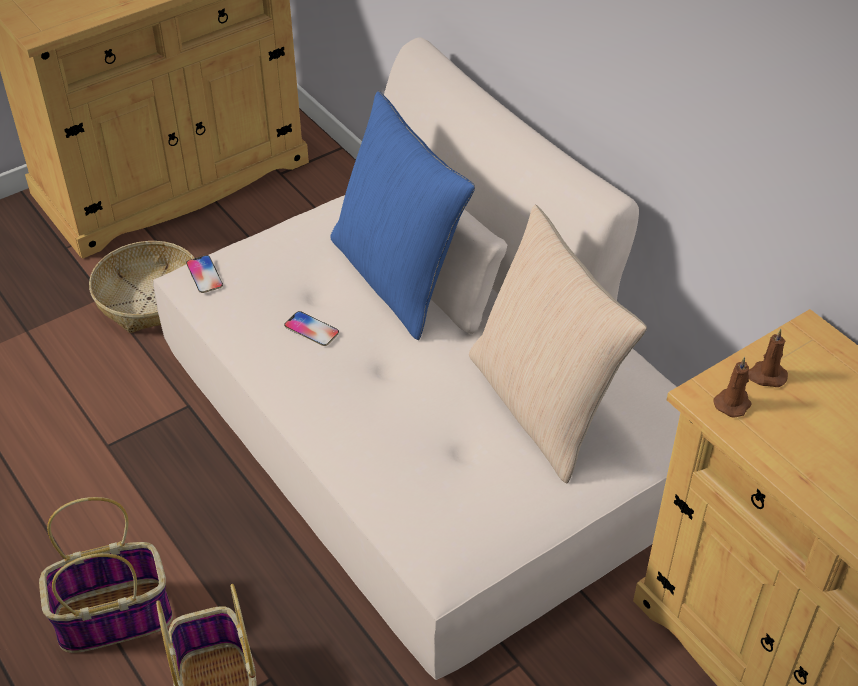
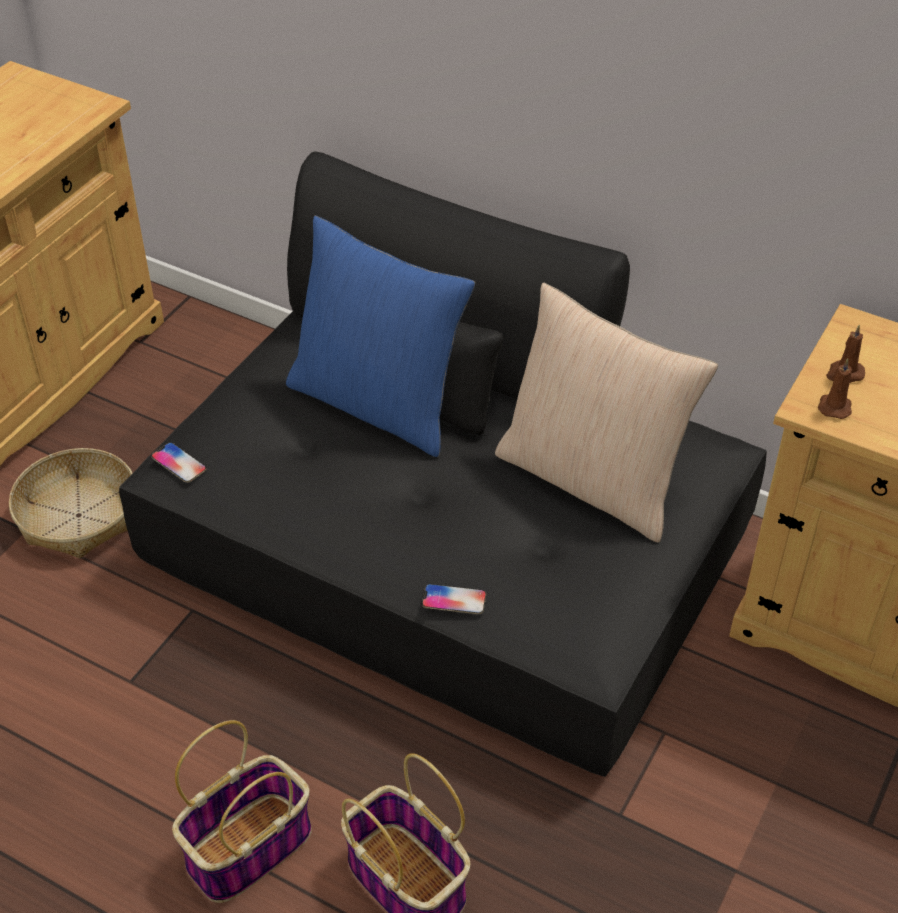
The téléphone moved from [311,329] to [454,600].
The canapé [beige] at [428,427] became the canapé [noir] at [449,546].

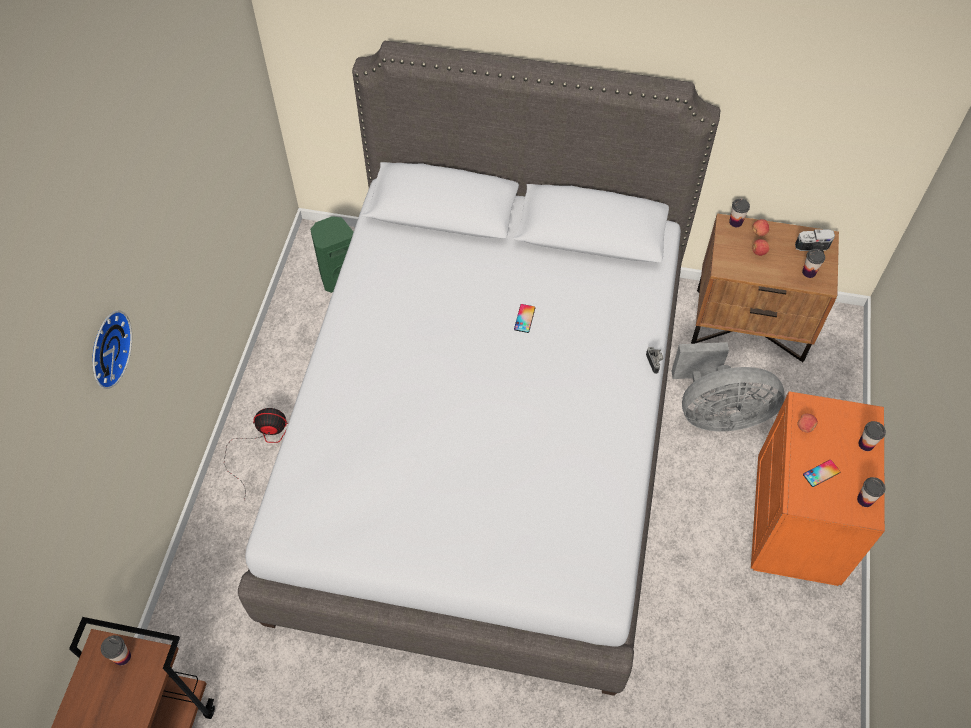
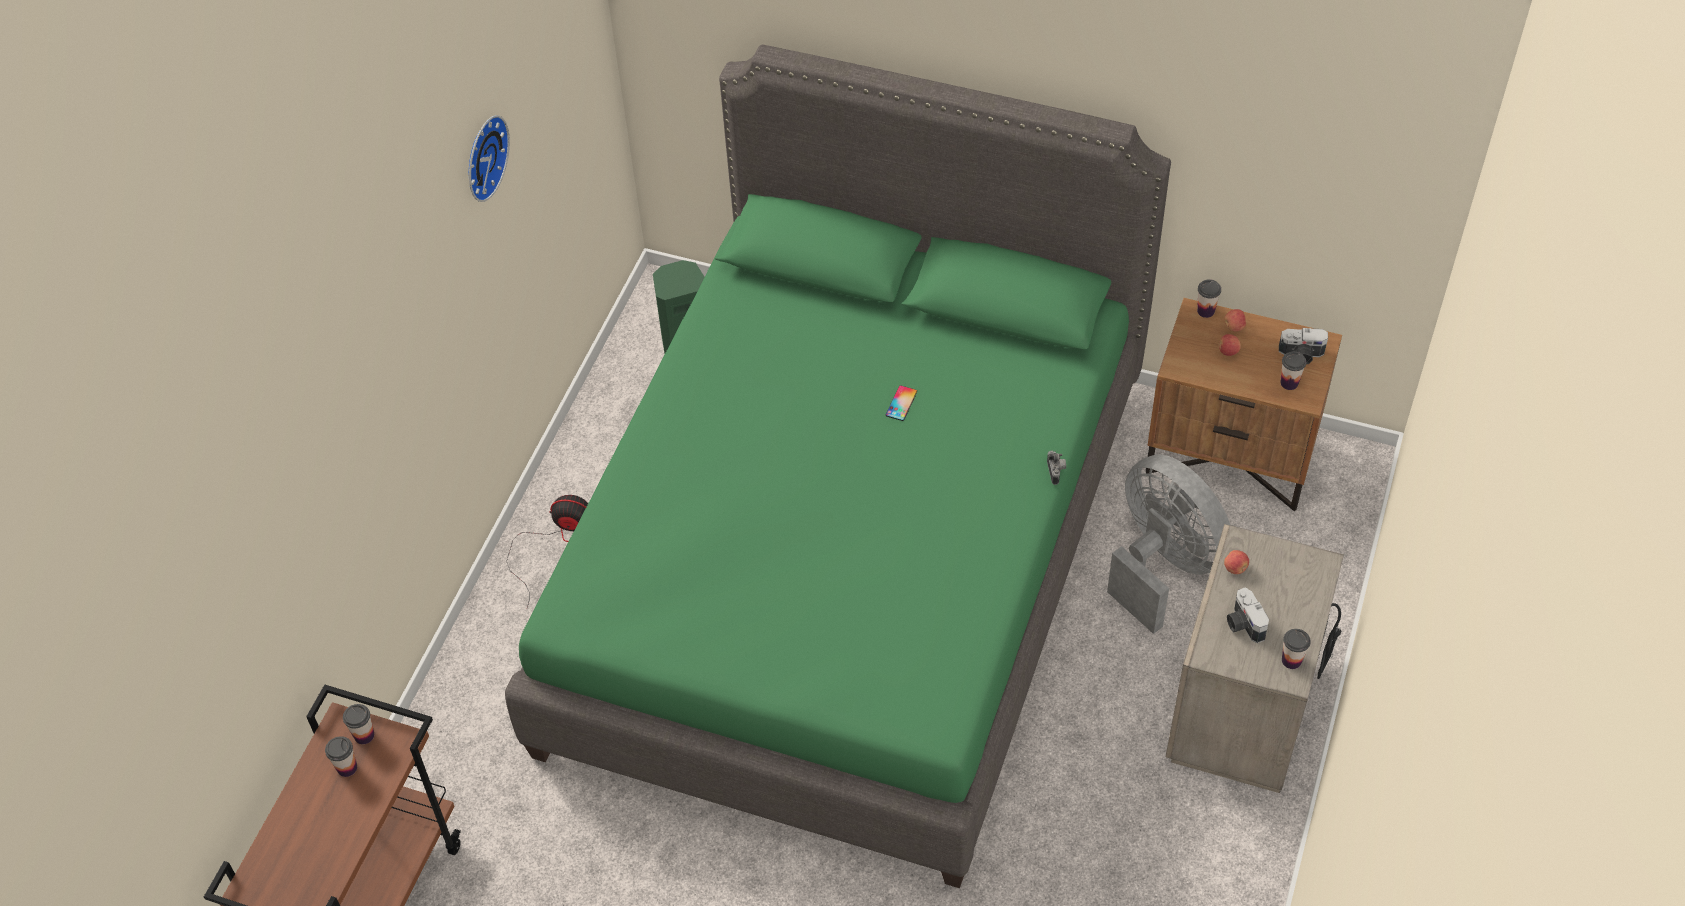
The horloge murale moved from [106,348] to [482,157].
The tasse moved from [866,444] to [347,767].
The téléphone at [821,473] was replaced by the appareil photo at [1243,624].
The lit [gris] at [484,437] became the lit [vert] at [846,563].
The table de chevet [orange] at [798,522] became the table de chevet [beige] at [1243,710].
The ventilateur [gris] at [717,413] turned 135 degrees counterclockwise.

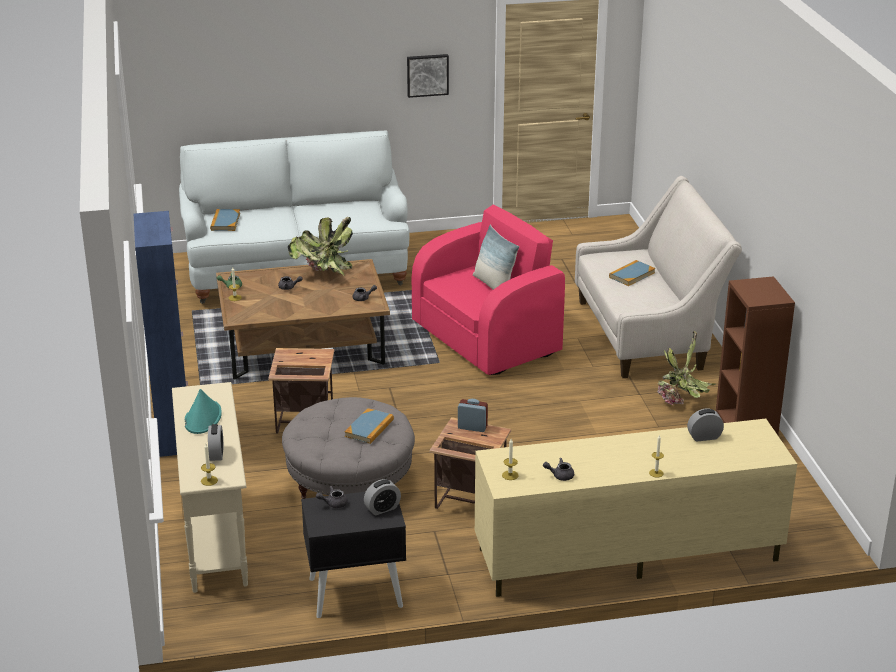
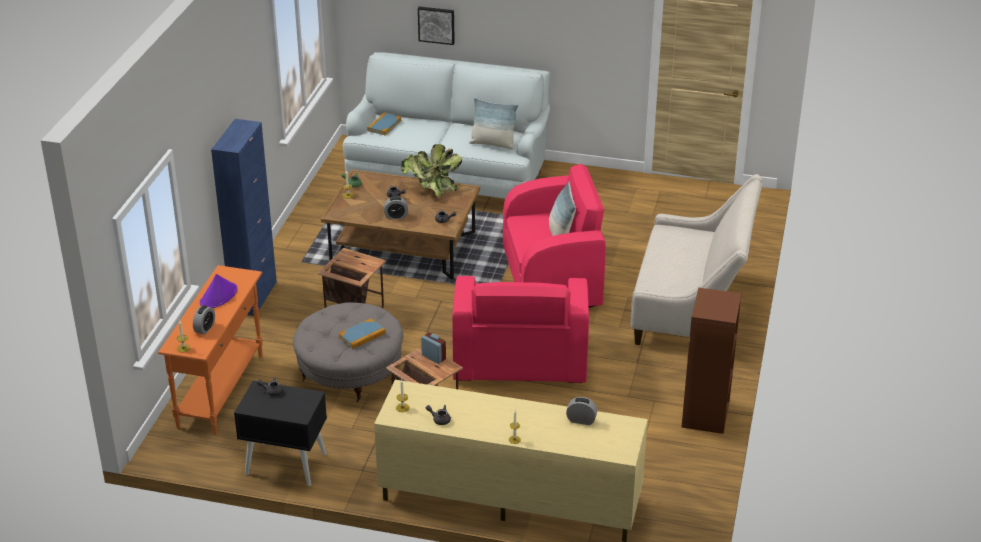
The livre at [632,275] disappeared.
The plante en pot at [683,402] disappeared.
The fauteuil [rose] at [519,360] appeared.
The coussin at [493,144] appeared.
The réveil moved from [382,509] to [396,216].
The tableau moved from [427,75] to [436,24].
The table console [beige] at [215,539] became the table console [orange] at [221,390].
The chapeau [turquoise] at [203,418] became the chapeau [violet] at [218,296].

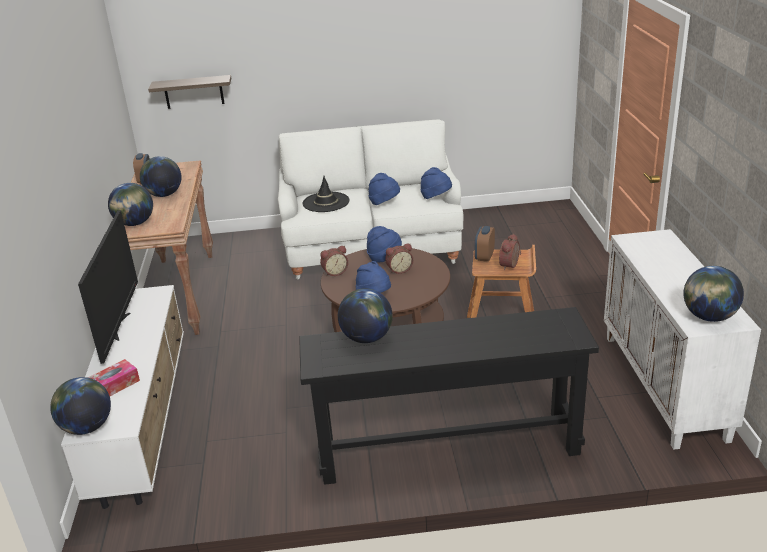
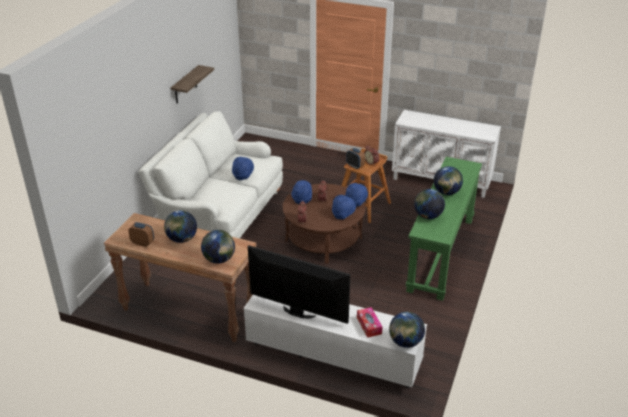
The chapeau [noir] at [326,202] disappeared.
The étagère moved from [193,92] to [185,85].
The chapeau [bleu] moved from [436,197] to [356,203].
The globe moved from [709,317] to [446,192].
The table console [noir] at [447,447] became the table console [vert] at [441,254].

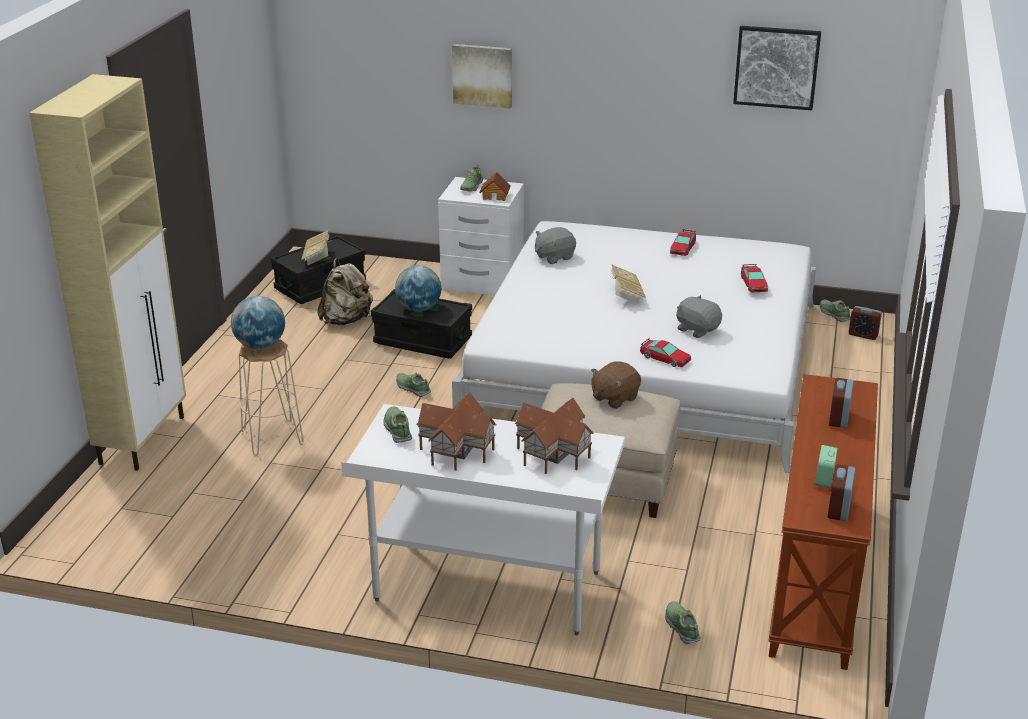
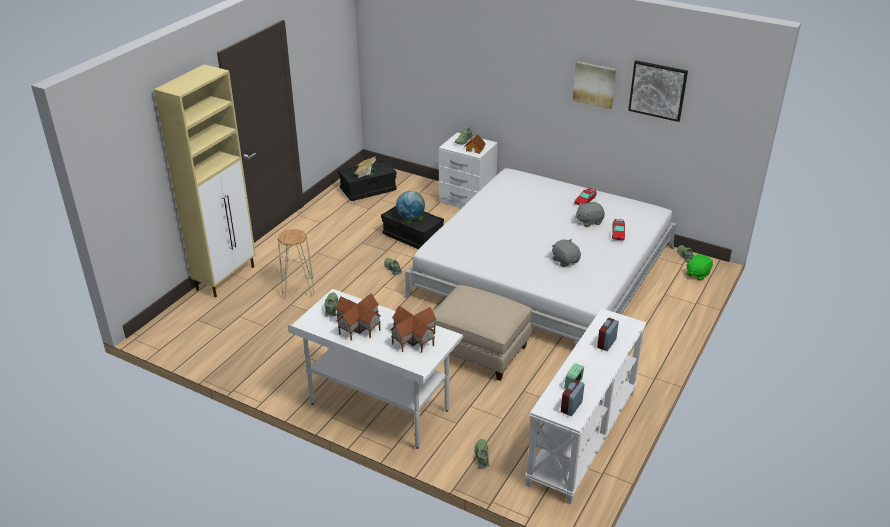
The globe at [260,345] disappeared.
The sac à dos [beige] at [346,320] disappeared.
The peluche [marron] at [614,398] disappeared.
The livre at [626,295] disappeared.
The petite voiture at [664,358] disappeared.
The tableau moved from [482,75] to [594,84].
The peluche [gris] moved from [554,257] to [589,221].
The réveil at [863,335] was replaced by the peluche [vert] at [697,274].
The table console [marron] at [818,575] became the table console [blanc] at [583,437].

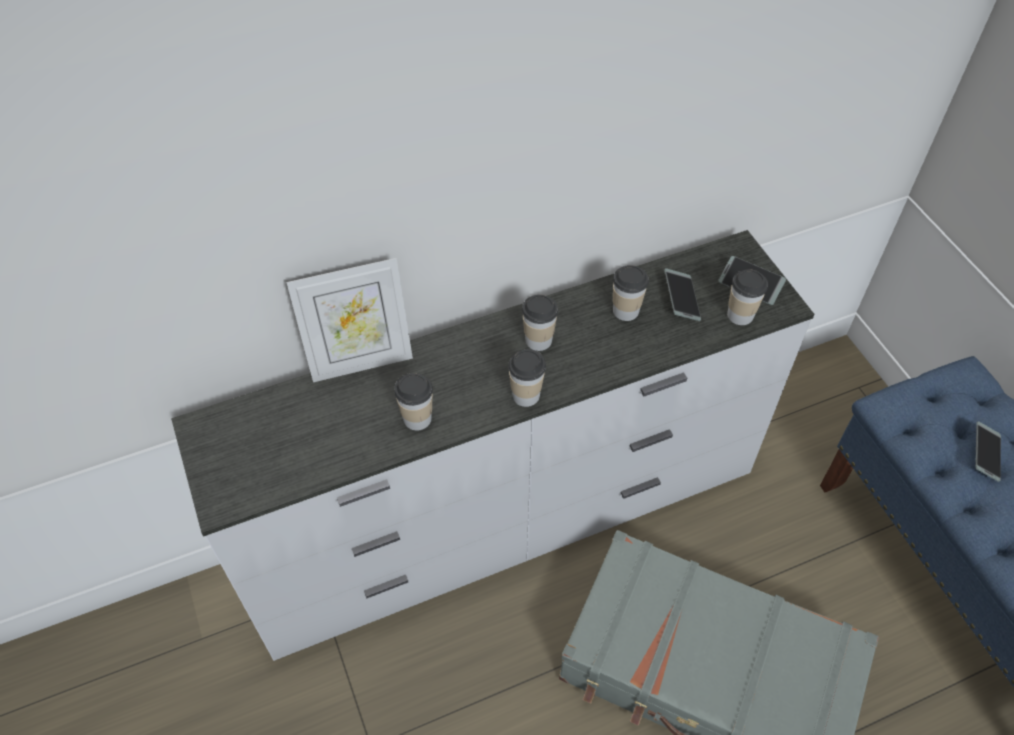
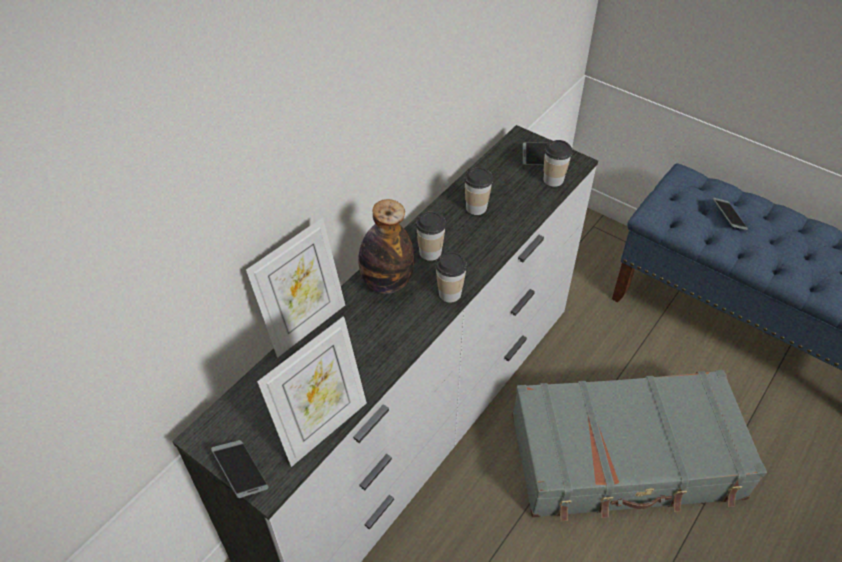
The tasse at [417,418] disappeared.
The cadre photo at [323,427] appeared.
The bouteille at [387,282] appeared.
The téléphone moved from [681,299] to [240,471].

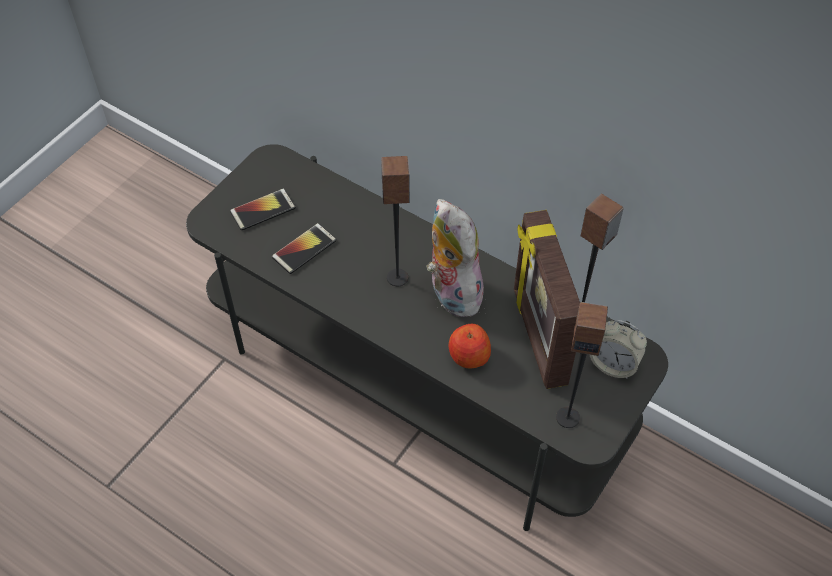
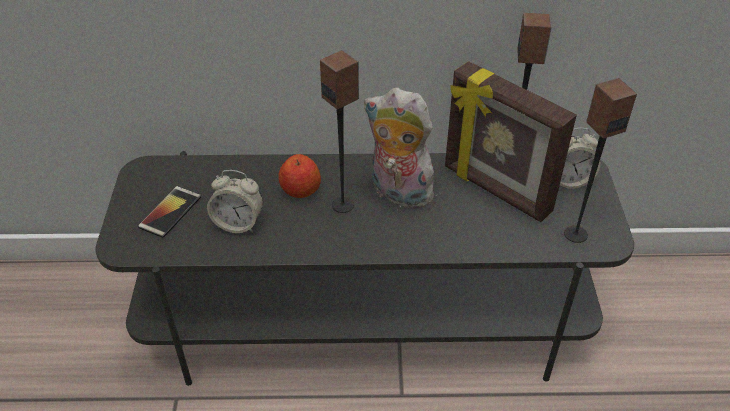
The pomme moved from [468,356] to [300,190].
The téléphone at [304,249] was replaced by the réveil at [238,223].

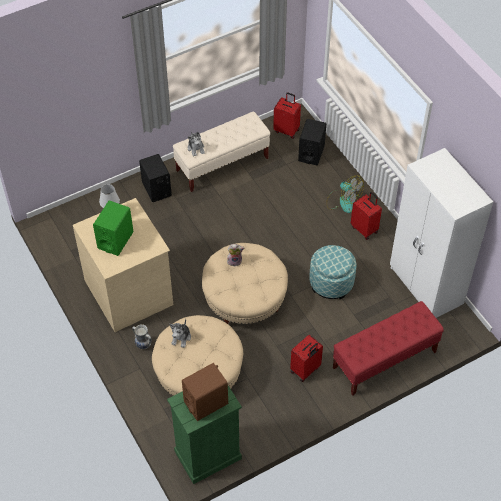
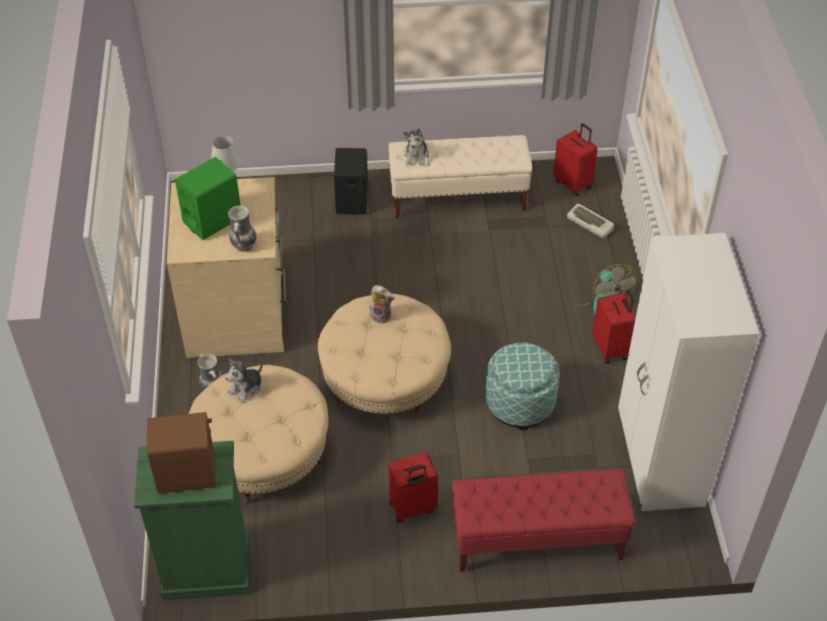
The vase at [243,245] appeared.
The enceinte [noir] at [311,153] was replaced by the clavier at [591,223].

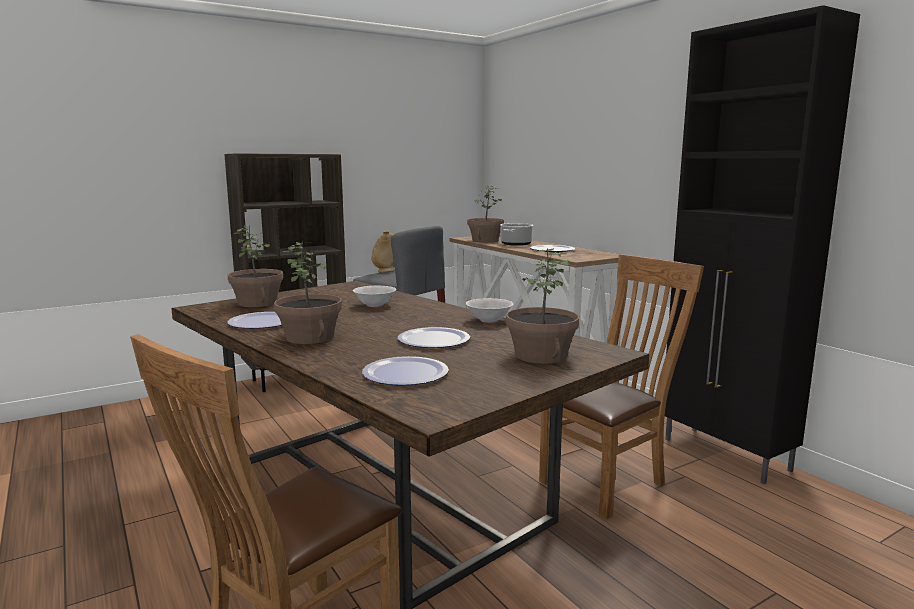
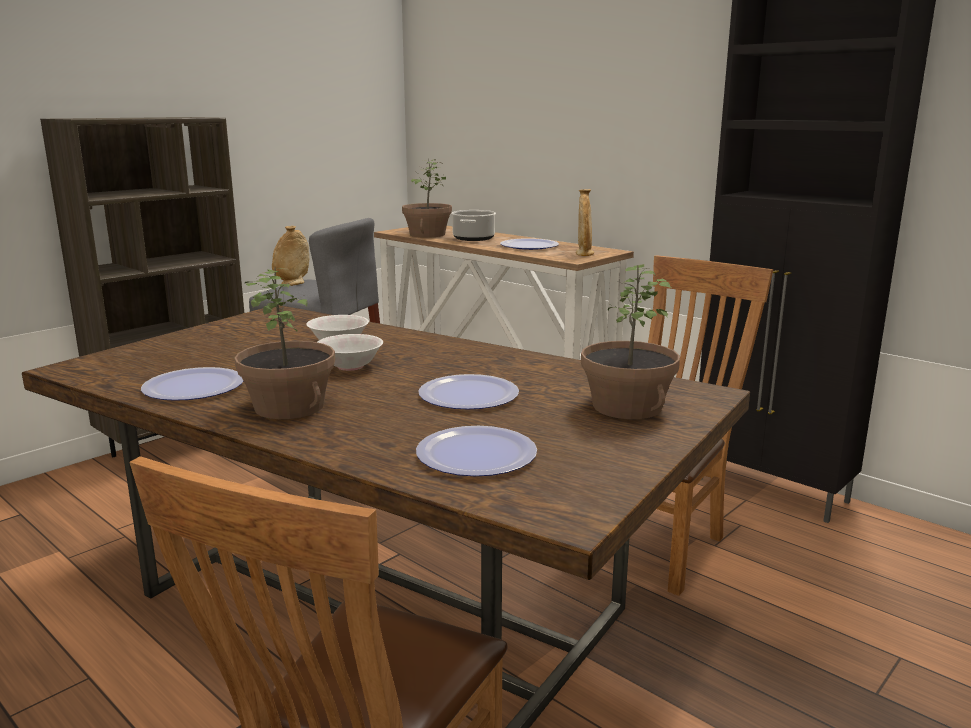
The plante en pot at [258,303] disappeared.
The vase [beige] at [584,254] appeared.
The bol [blanc] moved from [489,320] to [350,366].

